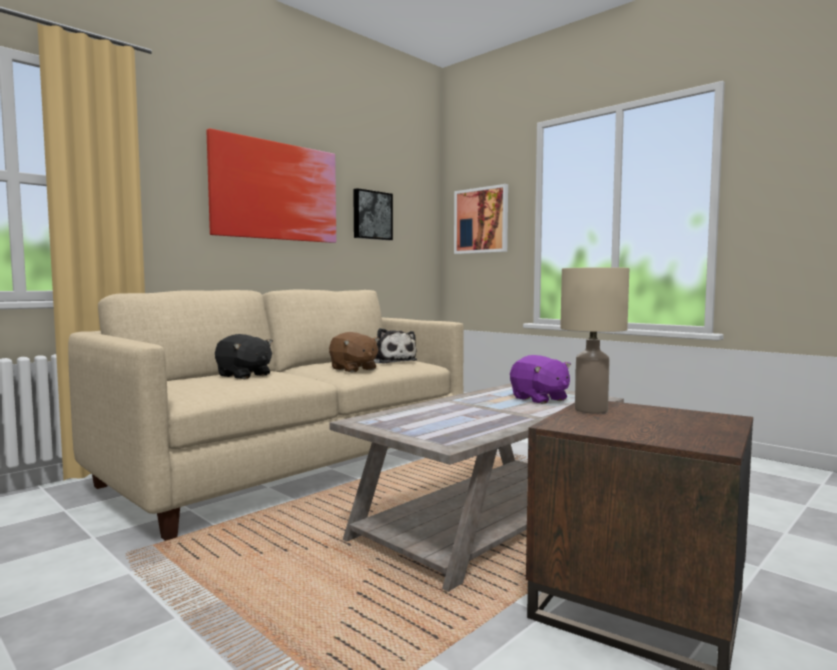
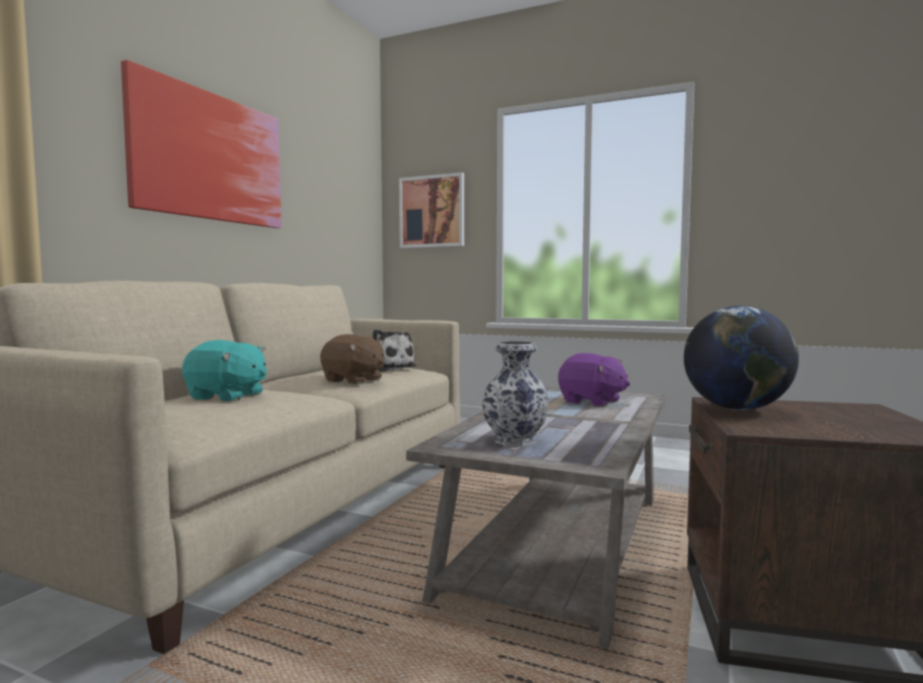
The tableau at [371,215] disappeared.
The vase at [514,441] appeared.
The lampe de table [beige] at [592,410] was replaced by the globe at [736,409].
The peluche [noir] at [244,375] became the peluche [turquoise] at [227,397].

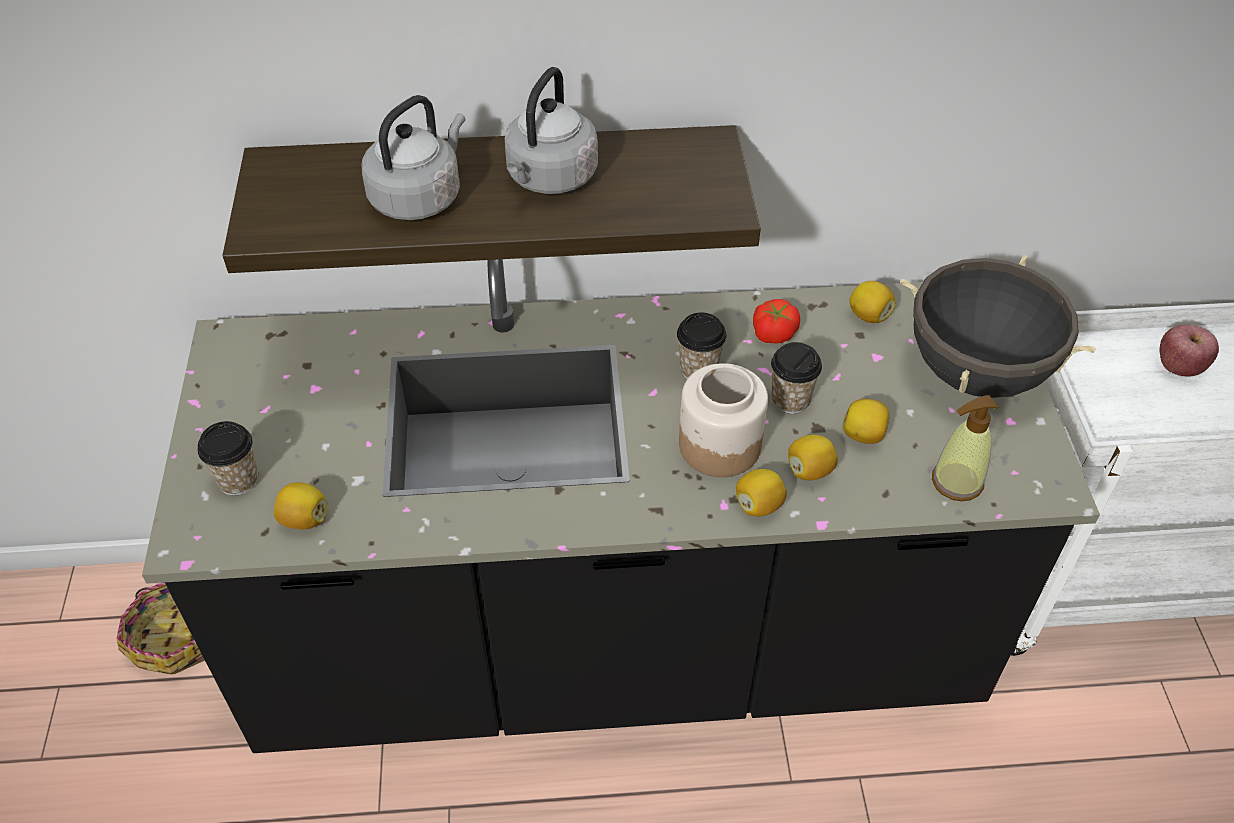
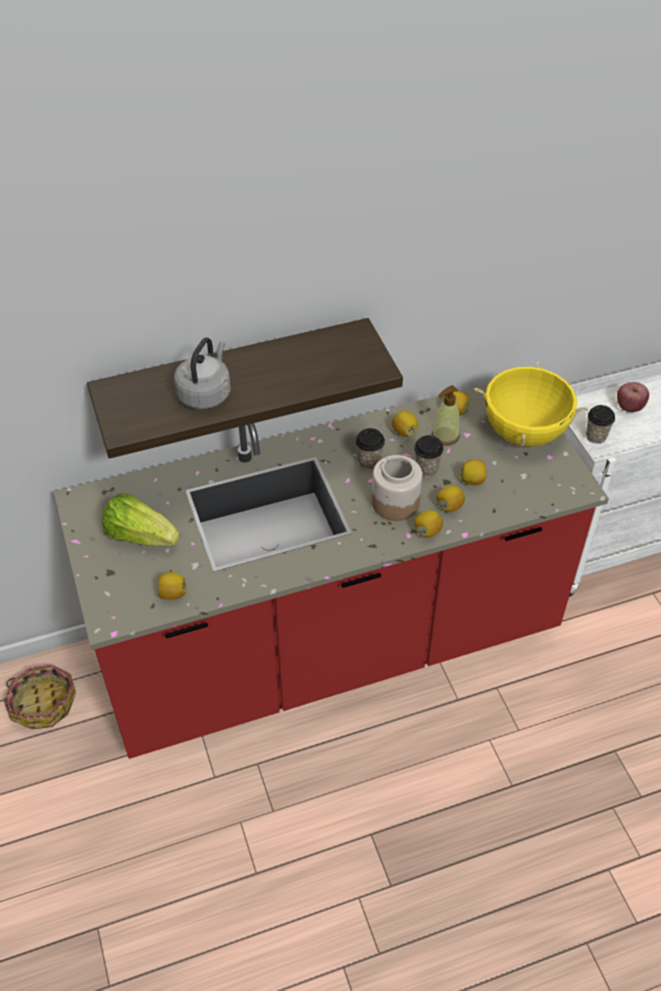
The bouilloire [gris] at [550,179] disappeared.
The laitue at [140,536] appeared.
The tasse moved from [238,480] to [596,436].
The distributeur de savon moved from [956,482] to [445,436].
The tomate at [773,332] was replaced by the citron at [404,432].
The comptoir de cuisine [noir] at [617,647] became the comptoir de cuisine [rouge] at [330,646].
The marmite [noir] at [976,373] became the marmite [jaune] at [524,433].

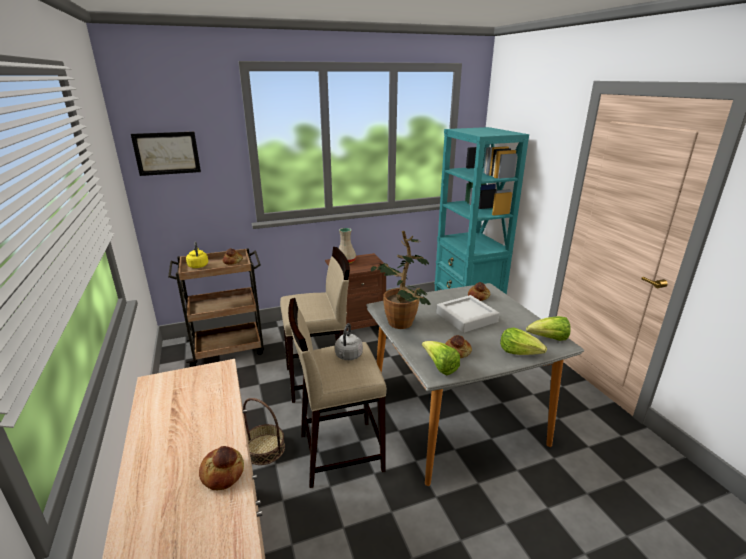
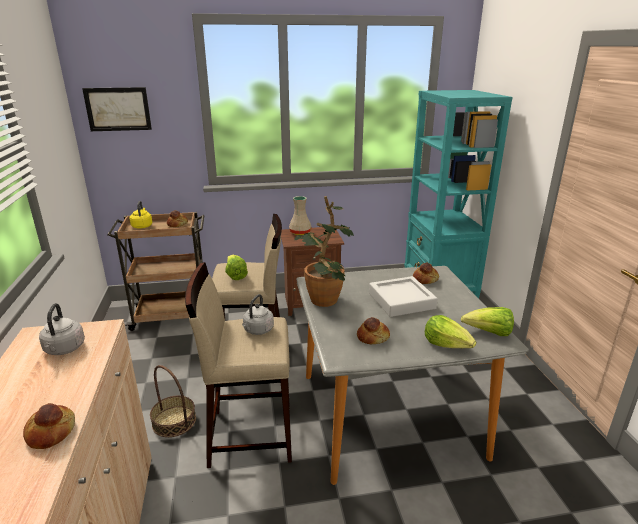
The bouilloire [gris] at [64,349] appeared.
The laitue moved from [440,367] to [235,275].

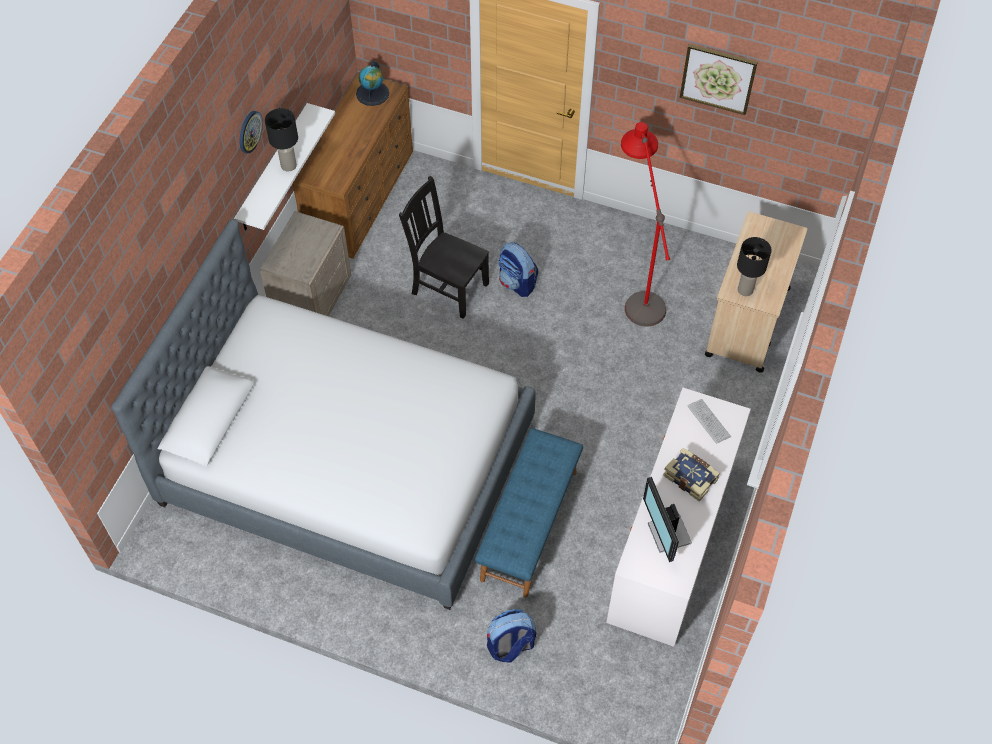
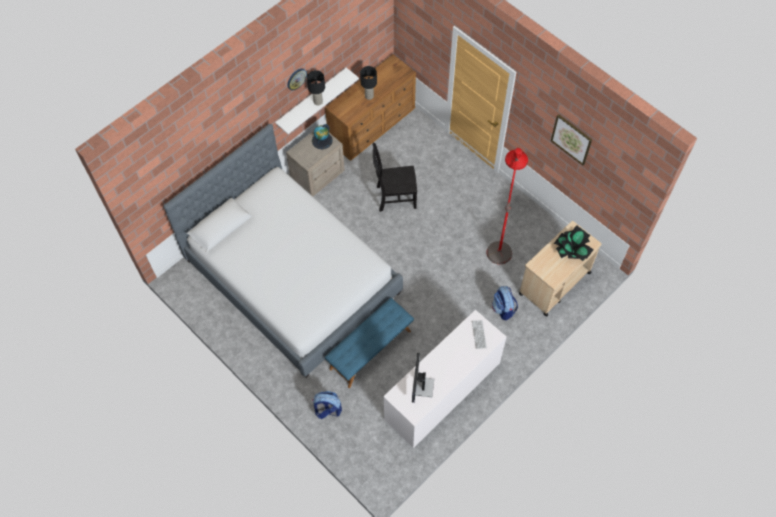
The livre at [691,477] disappeared.
The plante en pot at [571,252] appeared.
The globe moved from [372,93] to [322,140].
The sac à dos moved from [517,283] to [503,309].
The lampe de table [noir] moved from [744,290] to [369,96].
The chaise [noir] at [447,287] turned 60 degrees counterclockwise.

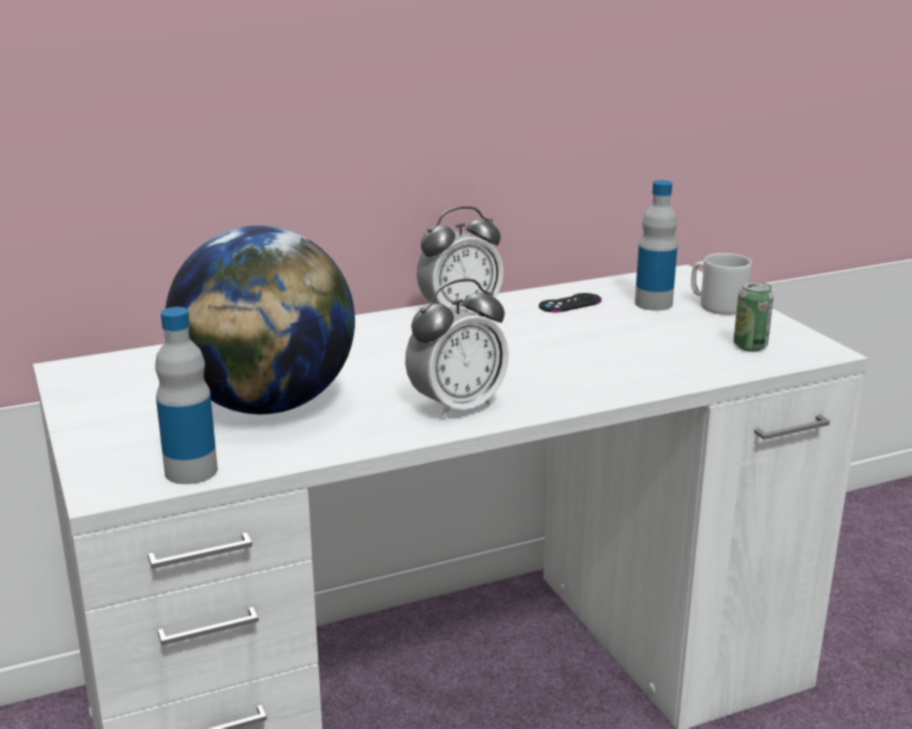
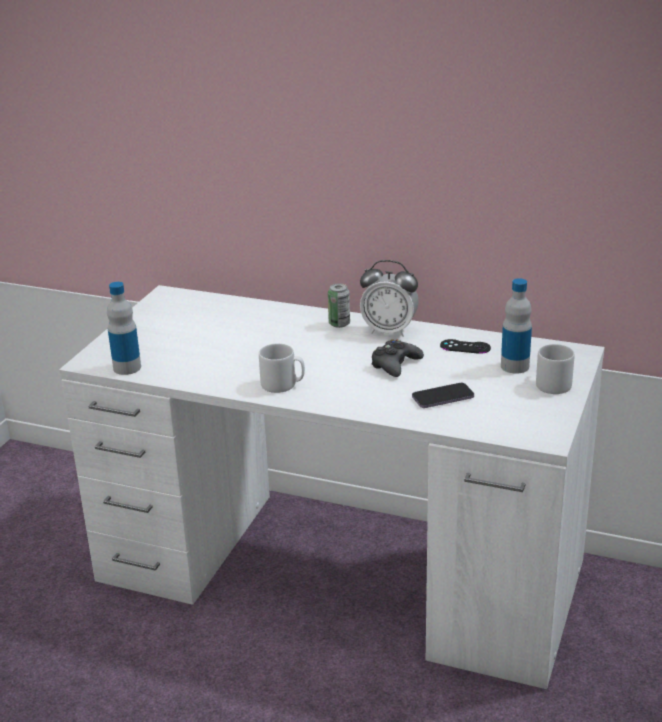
The globe at [267,405] disappeared.
The manette [noir] at [395,365] appeared.
The téléphone at [443,397] appeared.
The boîte métallique moved from [750,346] to [339,324].
The réveil at [457,407] was replaced by the mug [gris] at [283,385].

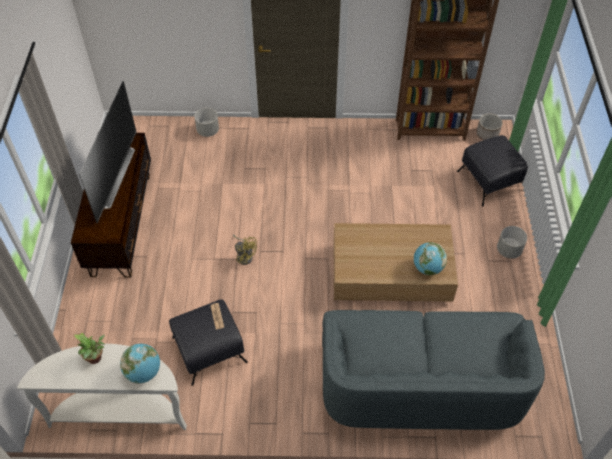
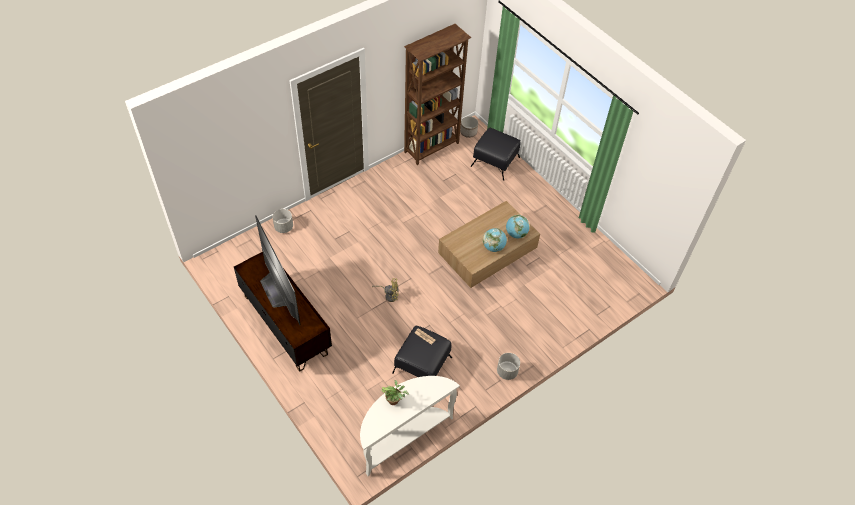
The canapé [gris] at [420,384] disappeared.
The globe moved from [143,372] to [493,247].
The cache-pot [gris] moved from [508,250] to [507,372].

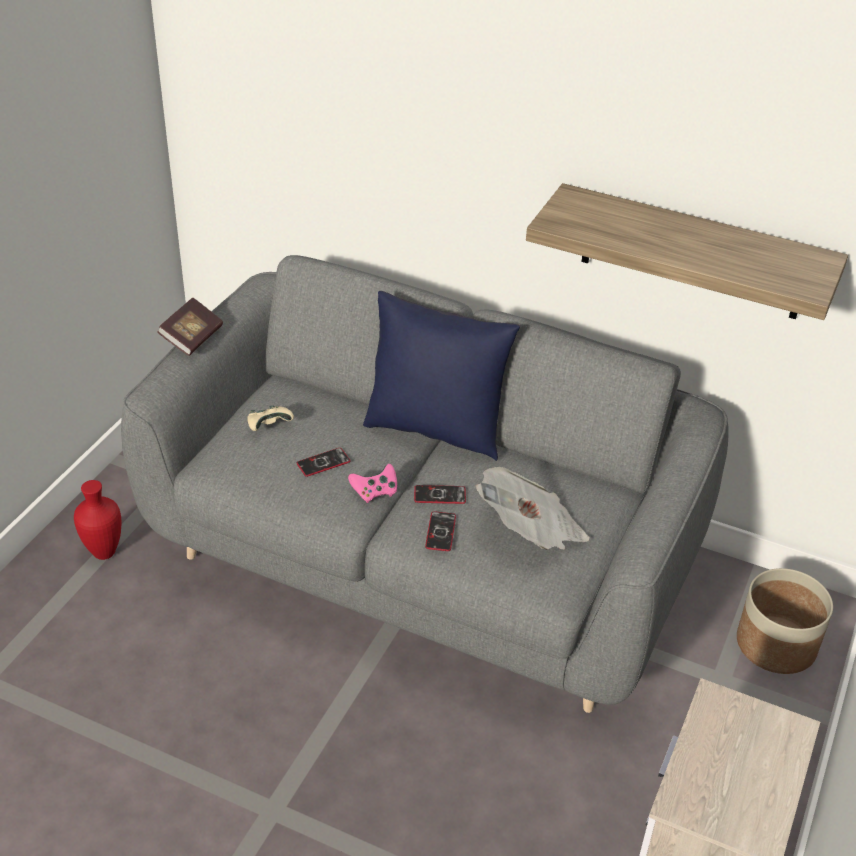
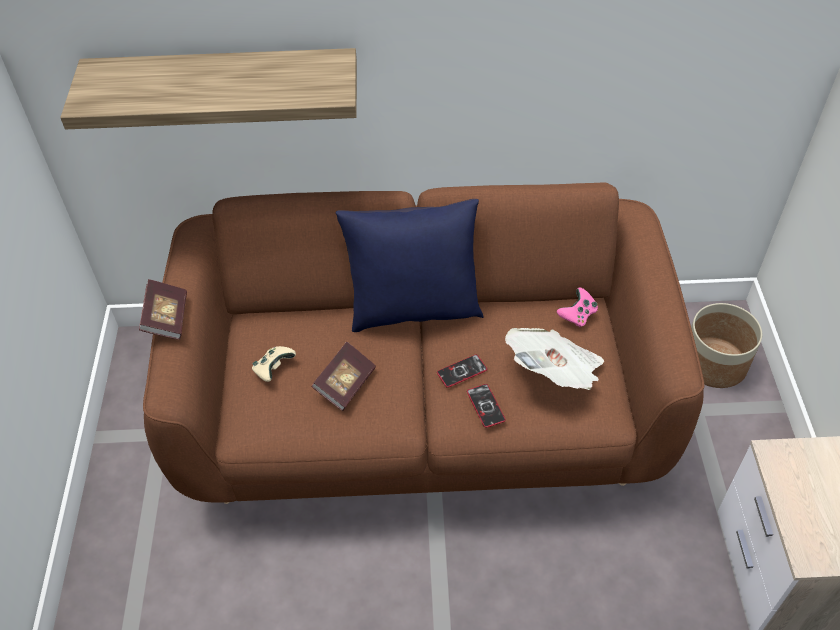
The vase [rouge] at [105,553] disappeared.
The manette [rose] moved from [374,492] to [577,315].
The étagère moved from [693,253] to [225,86].
The téléphone at [323,463] was replaced by the livre at [345,384].
The canapé [gris] at [422,563] became the canapé [marron] at [422,415].

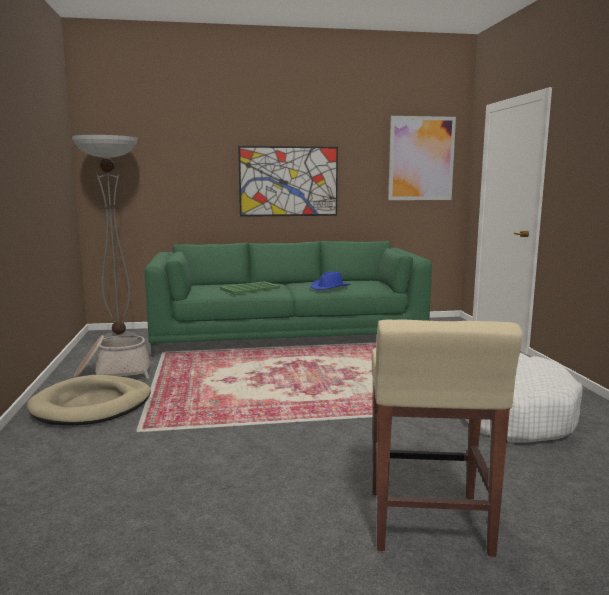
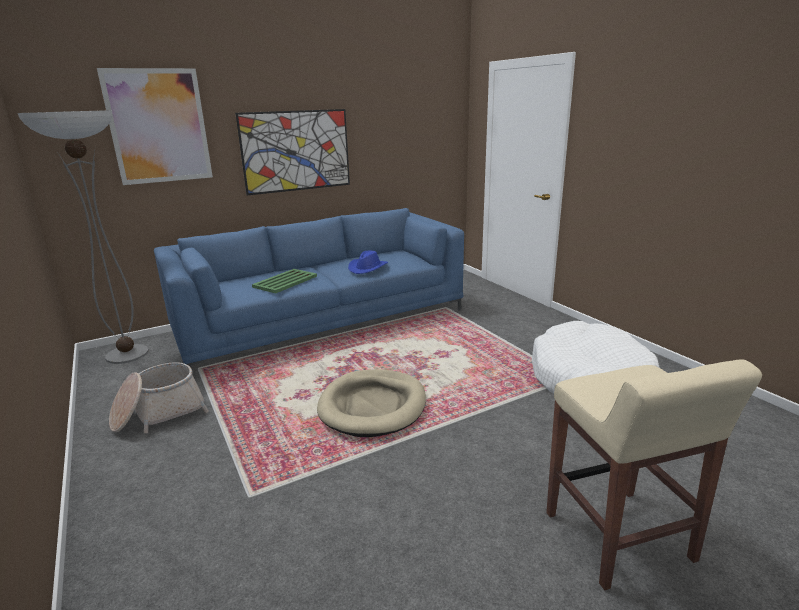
The panier pour chien [beige] moved from [92,405] to [373,406].
The tableau moved from [421,158] to [158,126].
The canapé [vert] at [288,336] became the canapé [bleu] at [322,321].

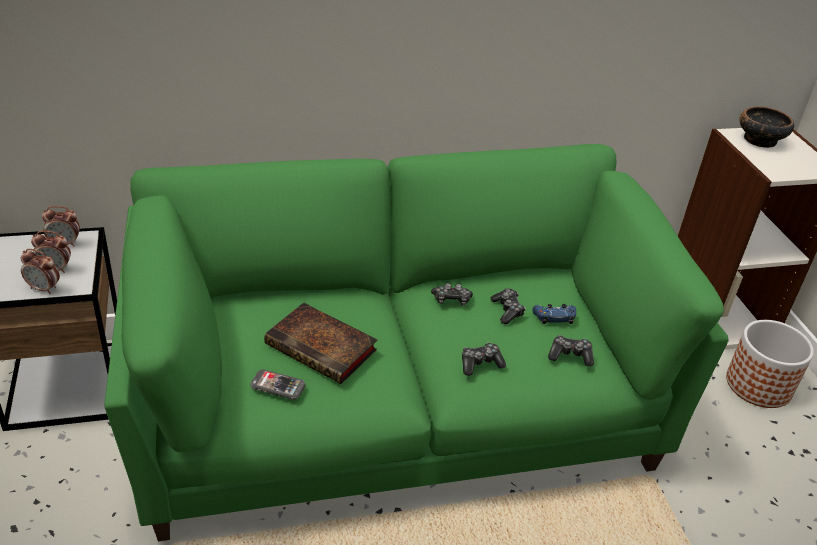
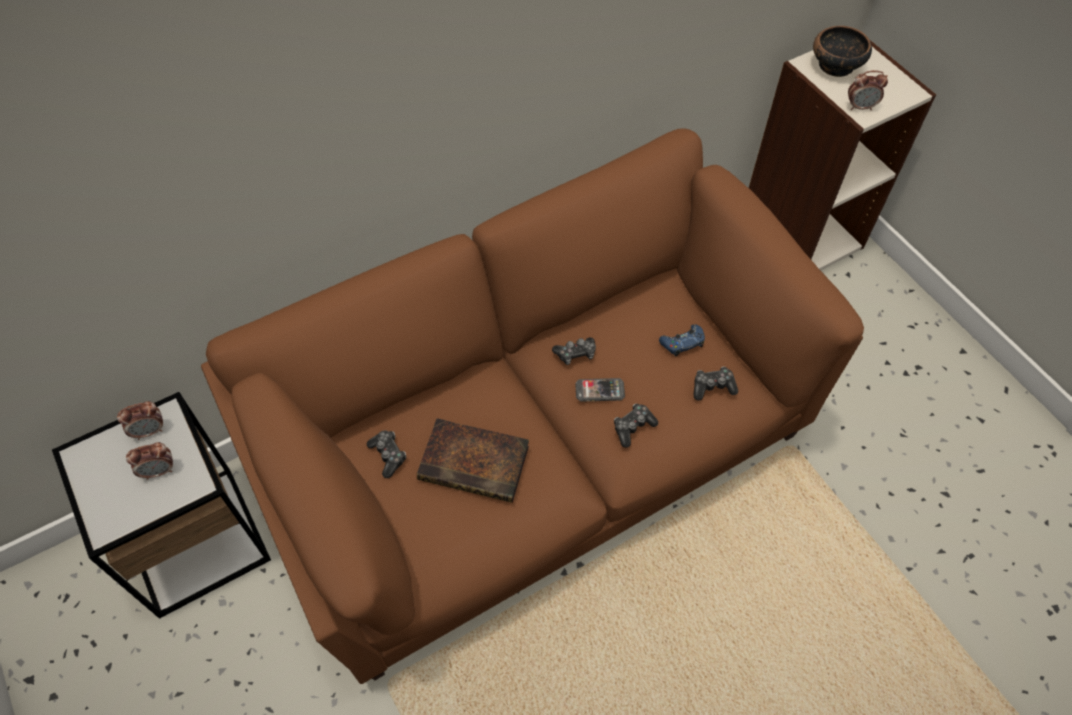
The cache-pot at [759,385] disappeared.
The réveil moved from [44,289] to [860,107].
The téléphone moved from [278,386] to [599,390].
The manette moved from [507,310] to [388,455].
The canapé [vert] at [395,407] became the canapé [marron] at [534,450].

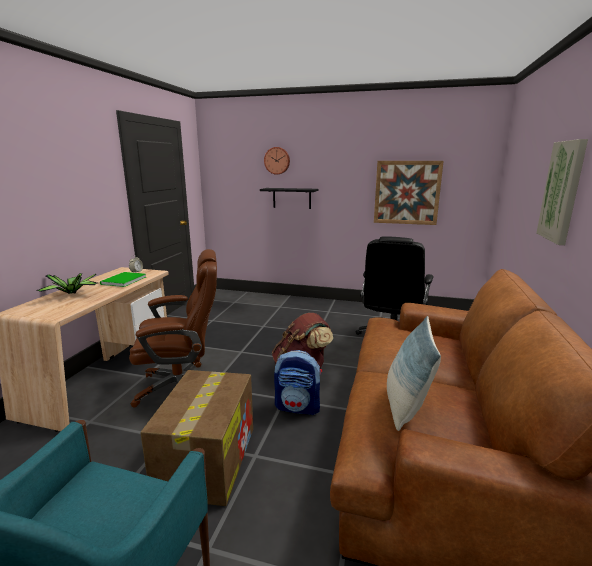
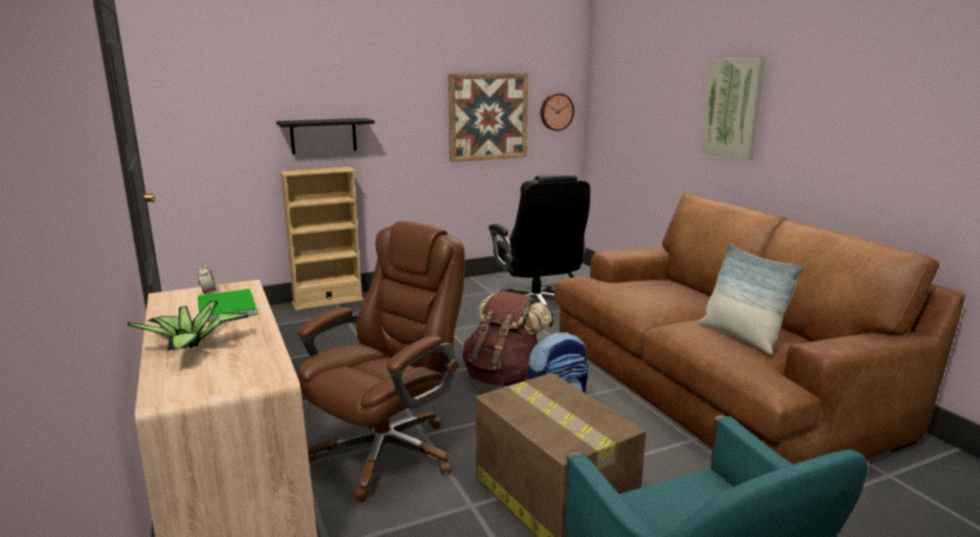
The bibliothèque [beige] at [328,301] appeared.
The horloge murale moved from [277,160] to [556,111].

